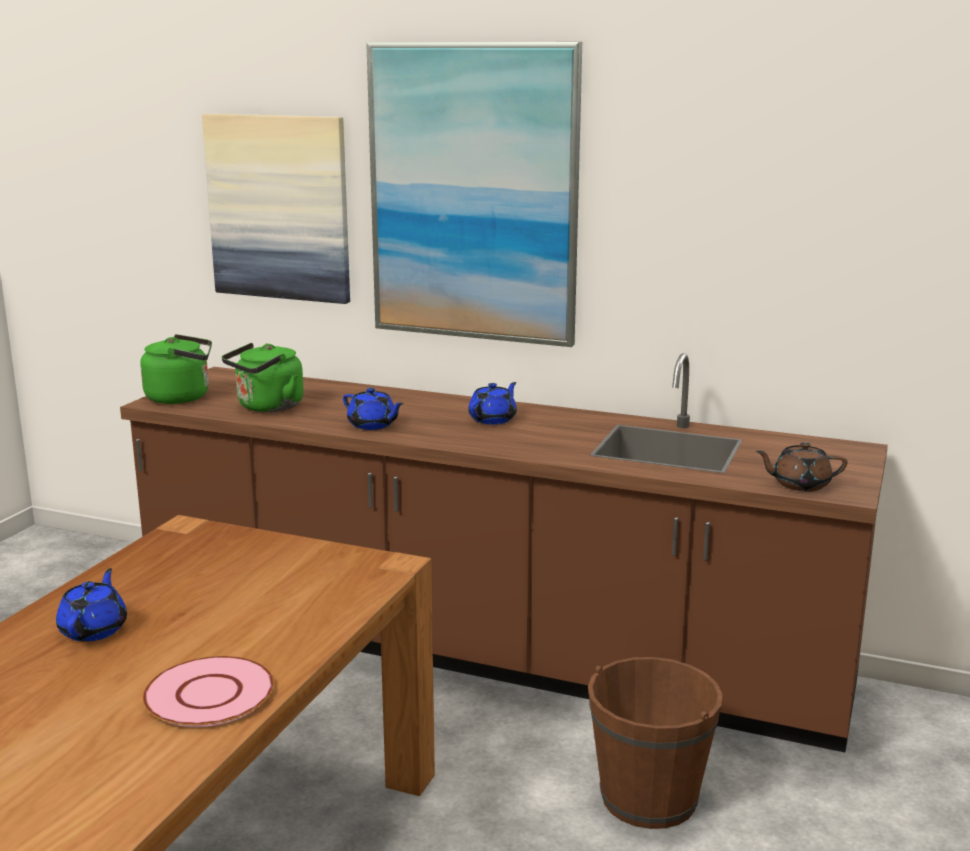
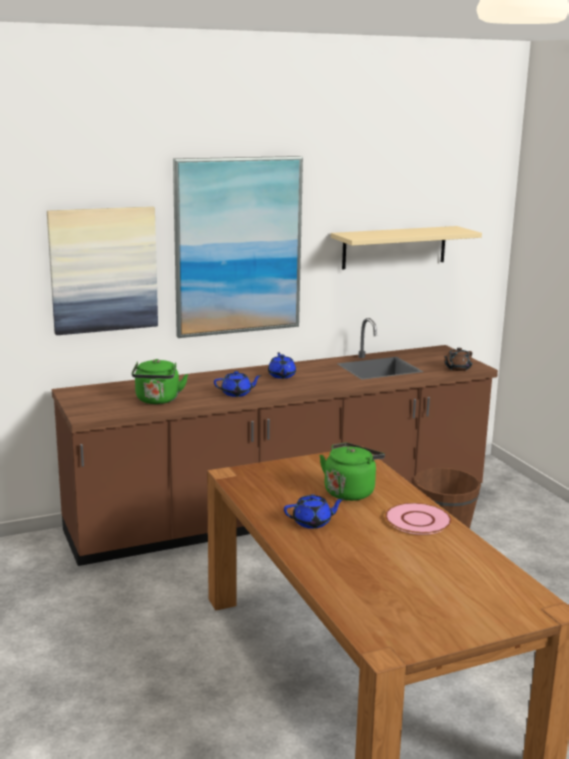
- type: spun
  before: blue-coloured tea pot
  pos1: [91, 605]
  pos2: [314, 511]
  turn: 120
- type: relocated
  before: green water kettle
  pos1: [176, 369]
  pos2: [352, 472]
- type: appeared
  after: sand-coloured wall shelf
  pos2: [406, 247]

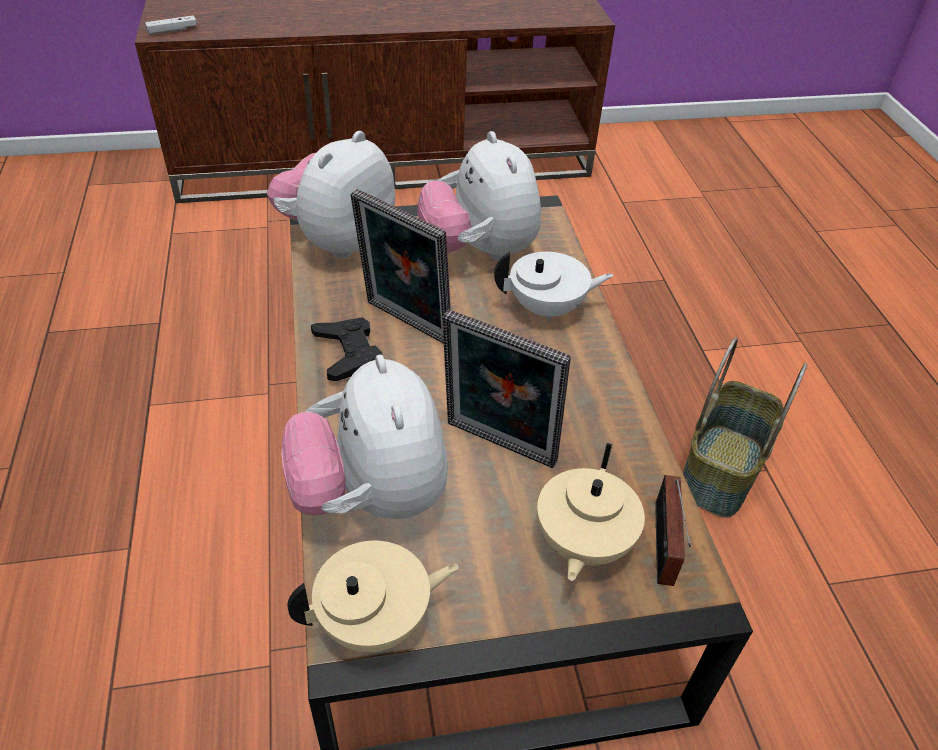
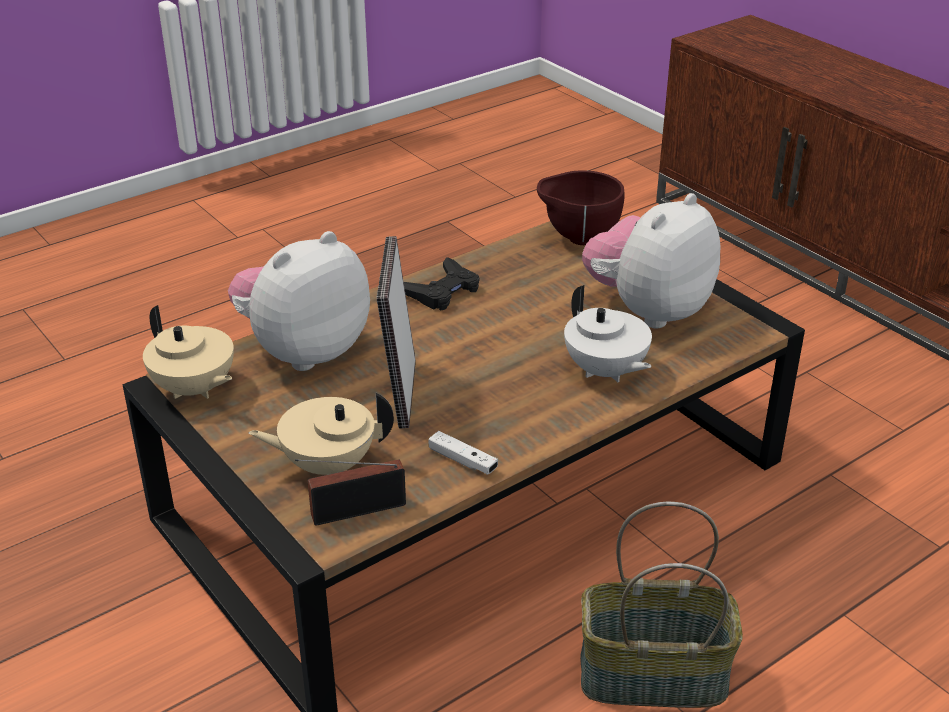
- type: relocated
  before: white gamepad
  pos1: [171, 25]
  pos2: [463, 453]
- type: exchanged
  before: cuddly toy
  after: brown-coloured bowl
  pos1: [331, 195]
  pos2: [581, 207]
- type: missing
  before: standing frame
  pos1: [400, 266]

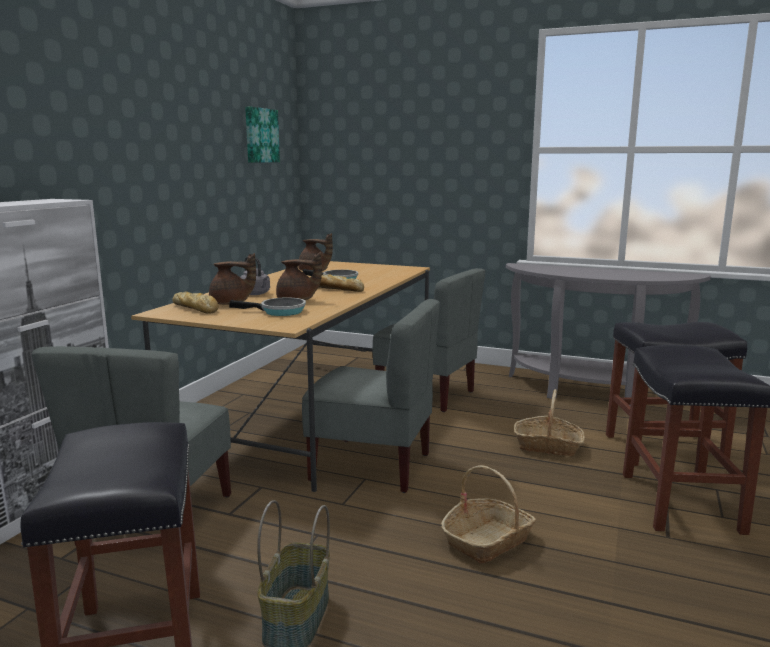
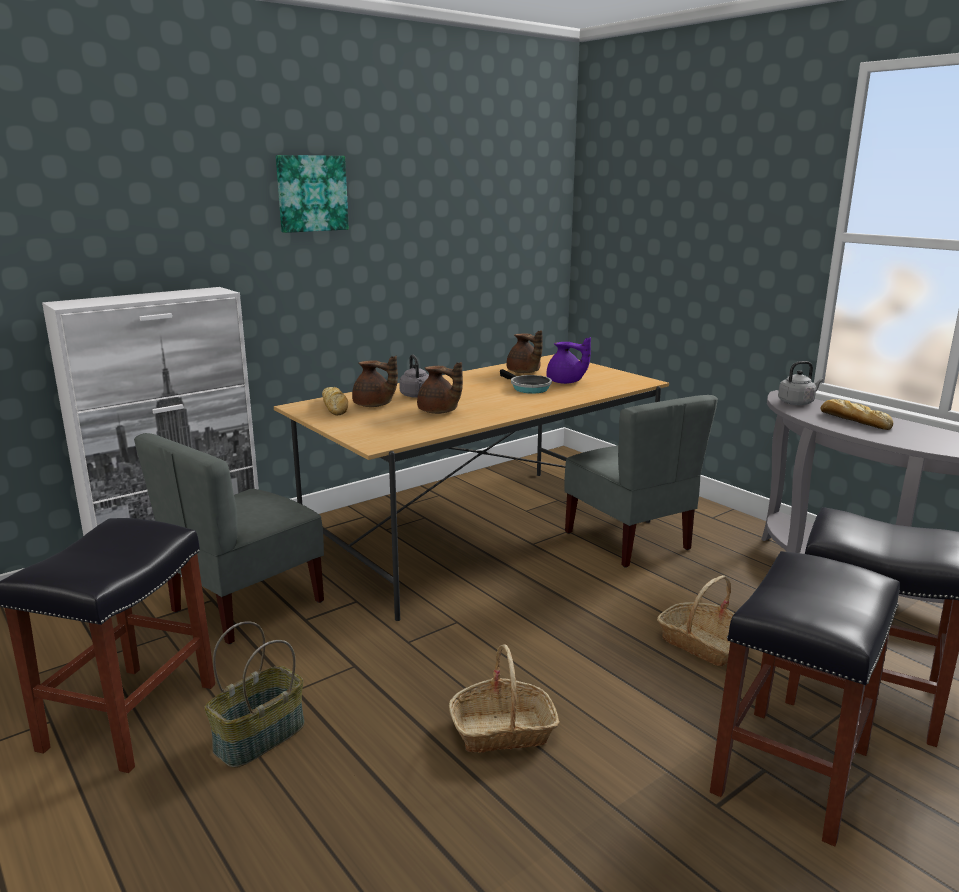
- type: missing
  before: pan
  pos1: [267, 307]
- type: relocated
  before: picture
  pos1: [262, 135]
  pos2: [312, 194]
- type: missing
  before: grey chair
  pos1: [371, 396]
- type: relocated
  before: bakery bread
  pos1: [341, 283]
  pos2: [856, 414]
- type: appeared
  after: purple tea pot
  pos2: [568, 360]
- type: appeared
  after: grey water kettle
  pos2: [801, 383]

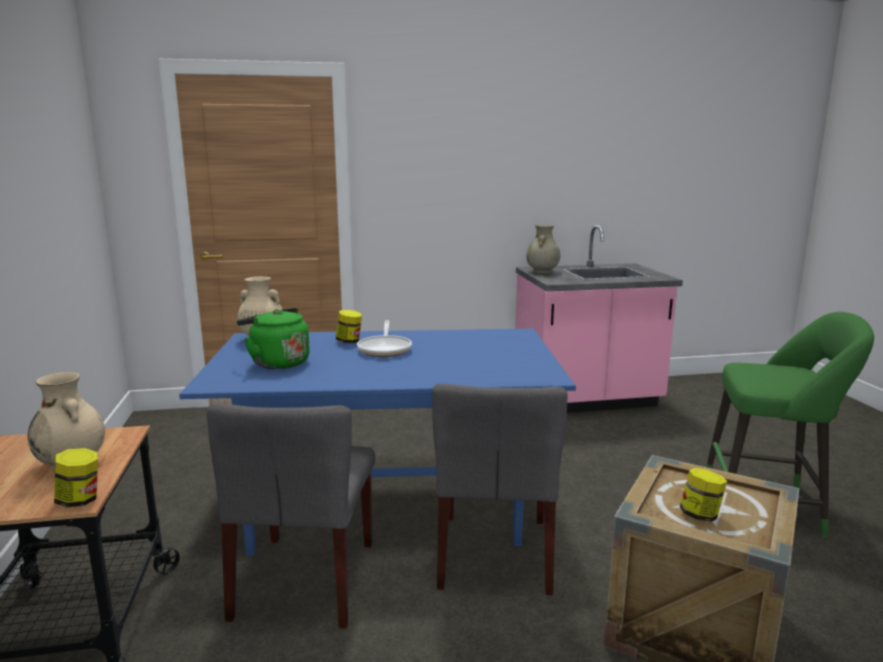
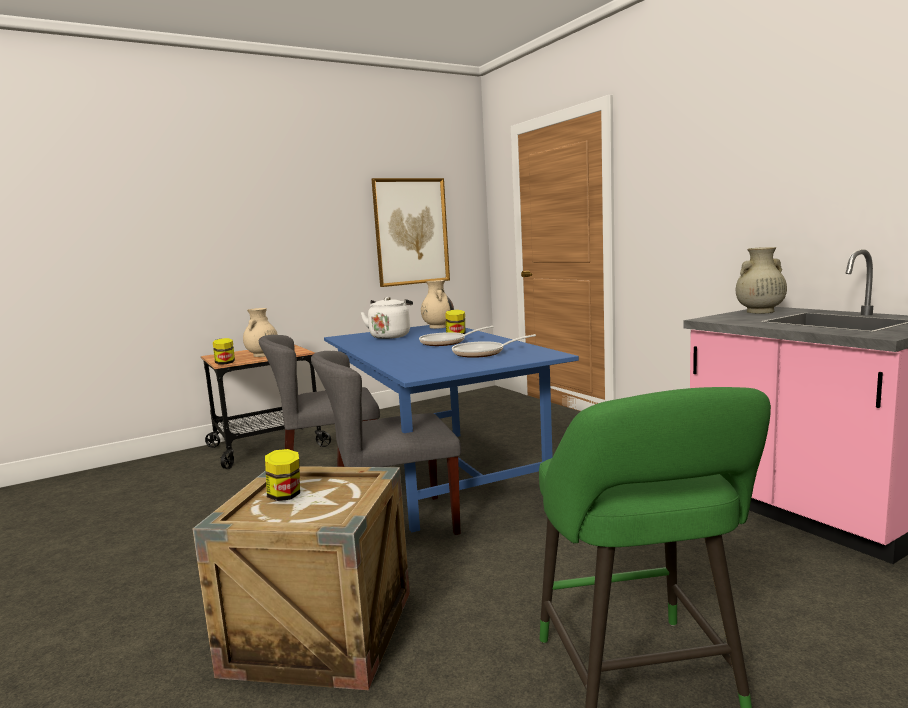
- type: colour
  before: green water kettle
  after: white water kettle
  pos1: [273, 338]
  pos2: [386, 318]
- type: appeared
  after: picture
  pos2: [411, 232]
- type: appeared
  after: pan
  pos2: [494, 346]

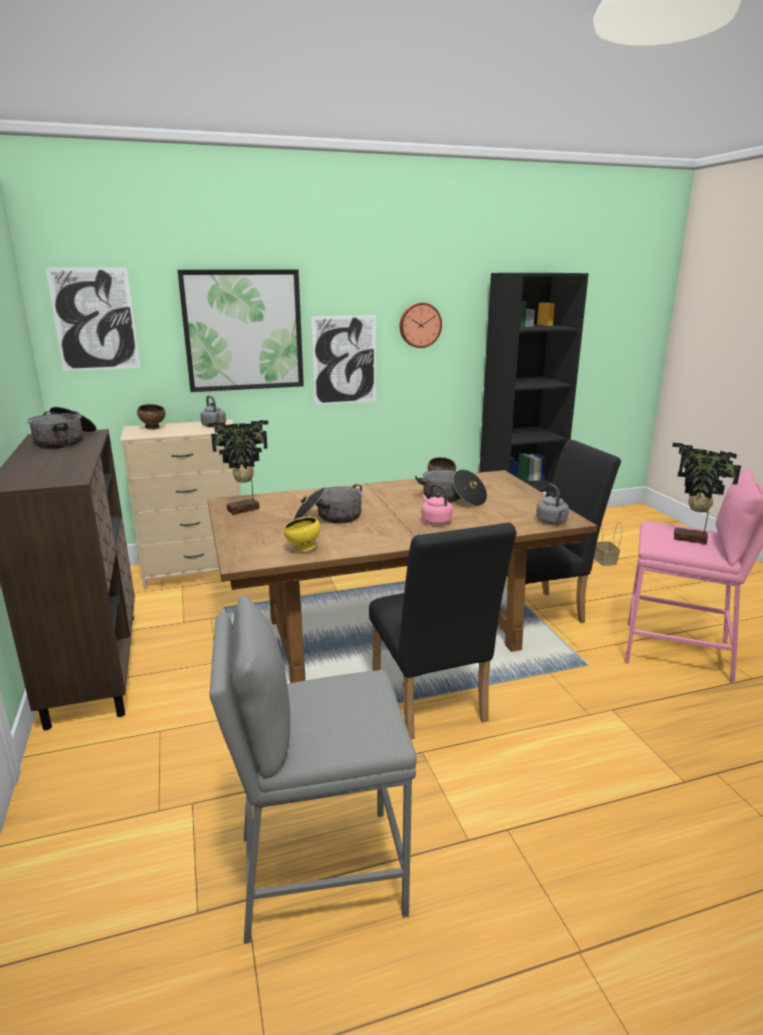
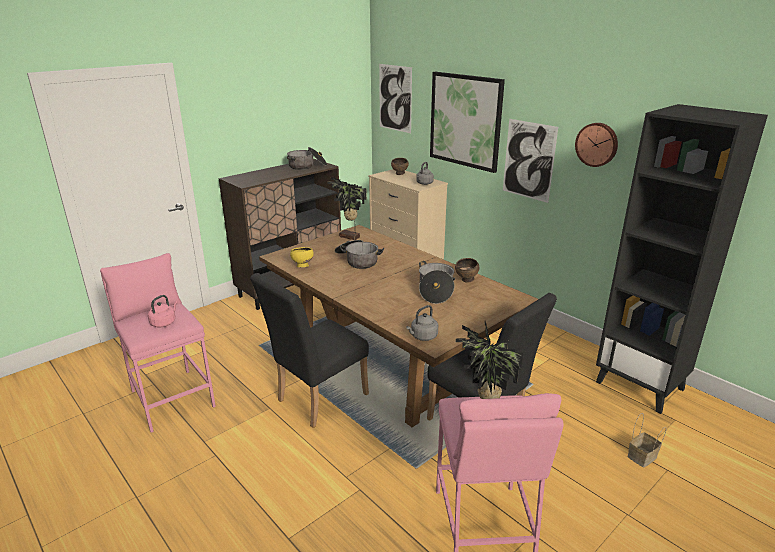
- type: colour
  before: grey stool
  after: pink stool
  pos1: [313, 769]
  pos2: [158, 342]
- type: relocated
  before: pink water kettle
  pos1: [437, 504]
  pos2: [163, 311]

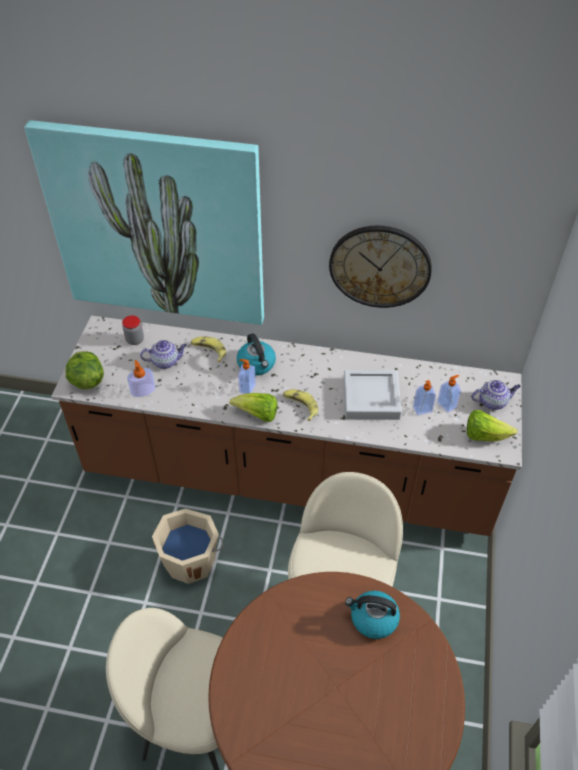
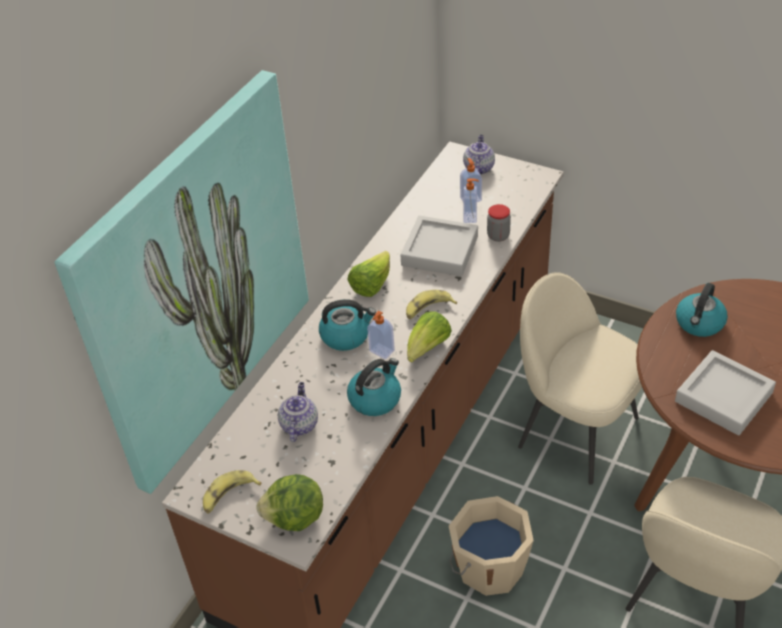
- type: relocated
  before: storage jar
  pos1: [133, 330]
  pos2: [499, 223]
- type: missing
  before: liquid soap bottle
  pos1: [141, 378]
- type: relocated
  before: banana
  pos1: [208, 349]
  pos2: [232, 492]
- type: missing
  before: clock on the wall
  pos1: [380, 266]
- type: relocated
  before: lettuce
  pos1: [492, 425]
  pos2: [369, 274]
- type: appeared
  after: water kettle
  pos2: [374, 387]
- type: appeared
  after: grey serving tray
  pos2: [725, 393]

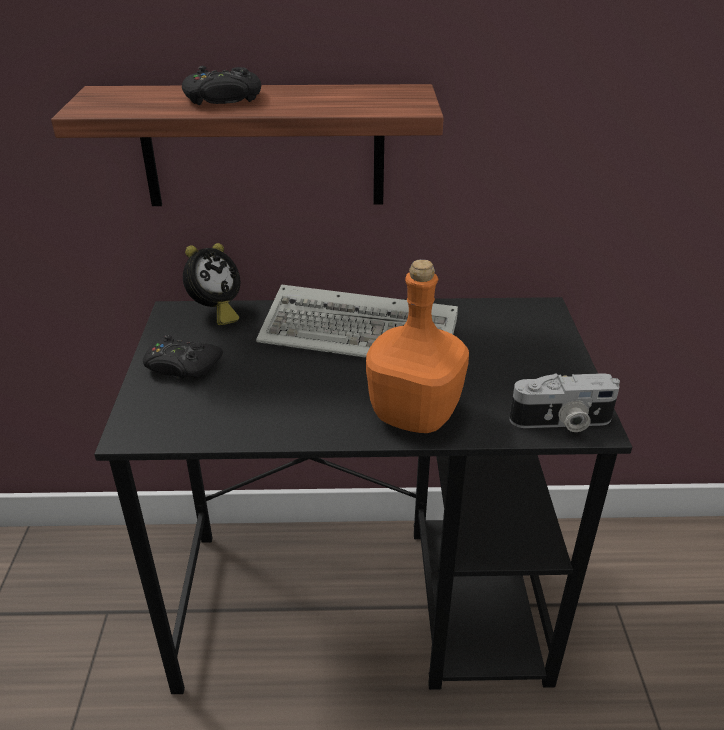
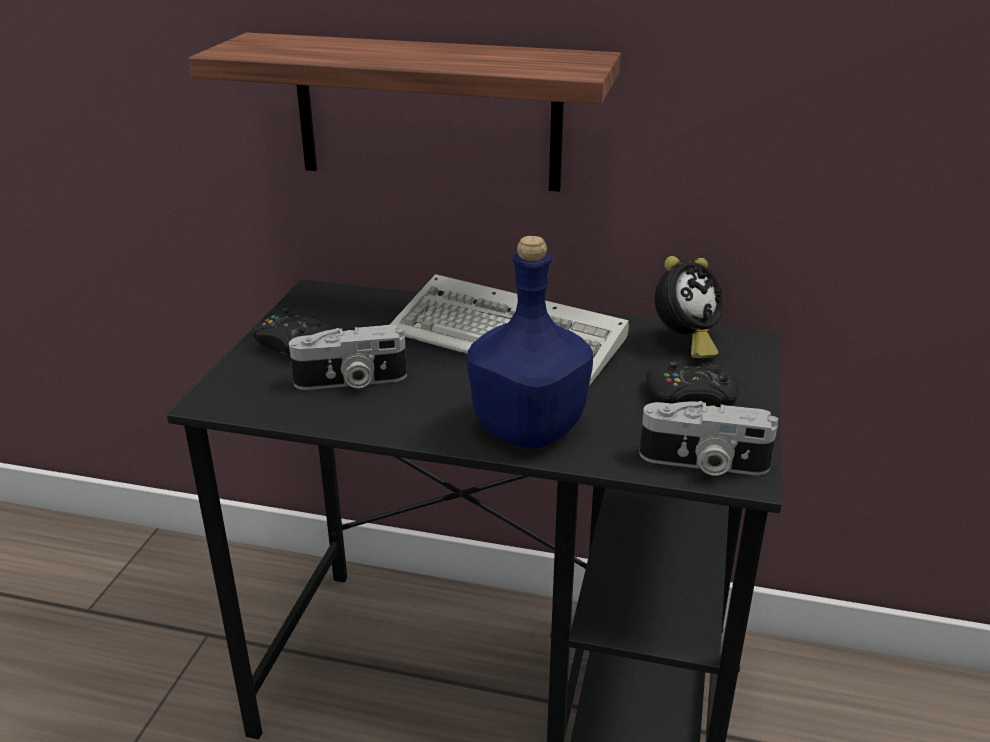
- type: relocated
  before: black gamepad
  pos1: [221, 85]
  pos2: [692, 384]
- type: relocated
  before: bedside clock
  pos1: [211, 284]
  pos2: [688, 307]
- type: colour
  before: orange drink bottle
  after: blue-coloured drink bottle
  pos1: [417, 346]
  pos2: [530, 342]
- type: appeared
  after: photo camera
  pos2: [348, 357]

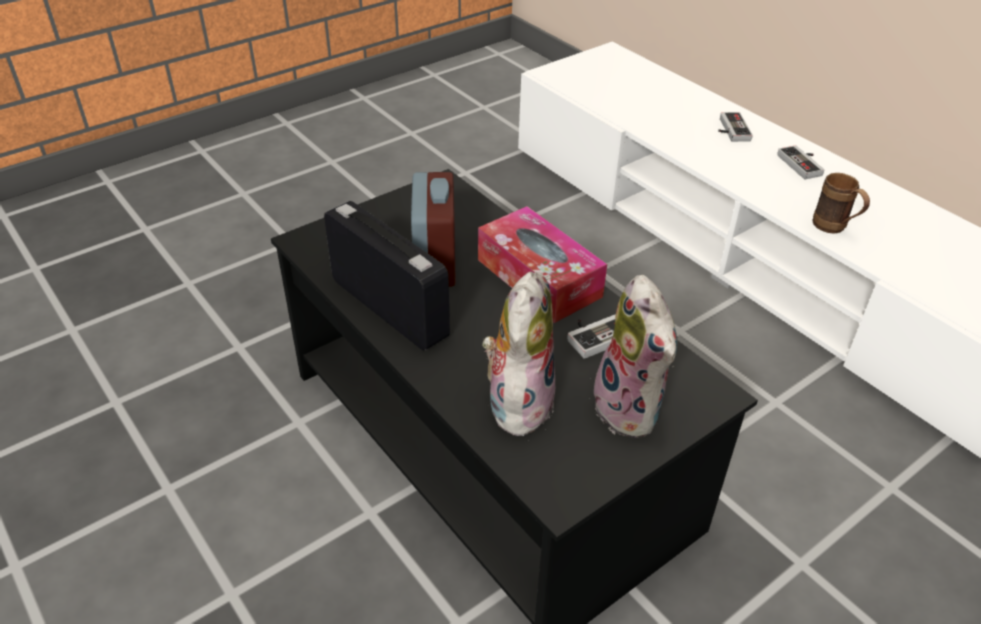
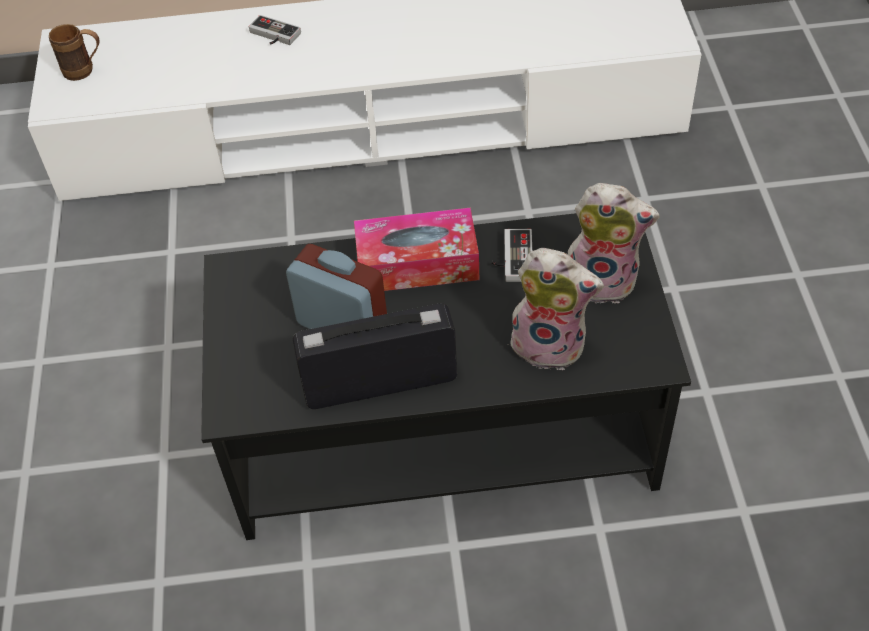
- type: spun
  before: cuddly toy
  pos1: [518, 355]
  pos2: [557, 309]
  turn: 150
- type: missing
  before: gamepad
  pos1: [801, 162]
- type: relocated
  before: brown-coloured coffee mug
  pos1: [841, 203]
  pos2: [74, 52]

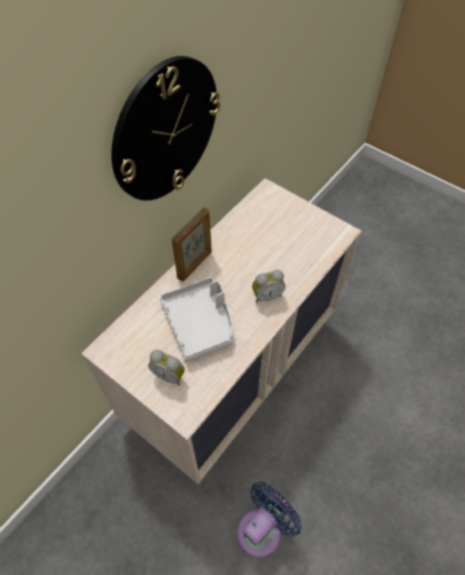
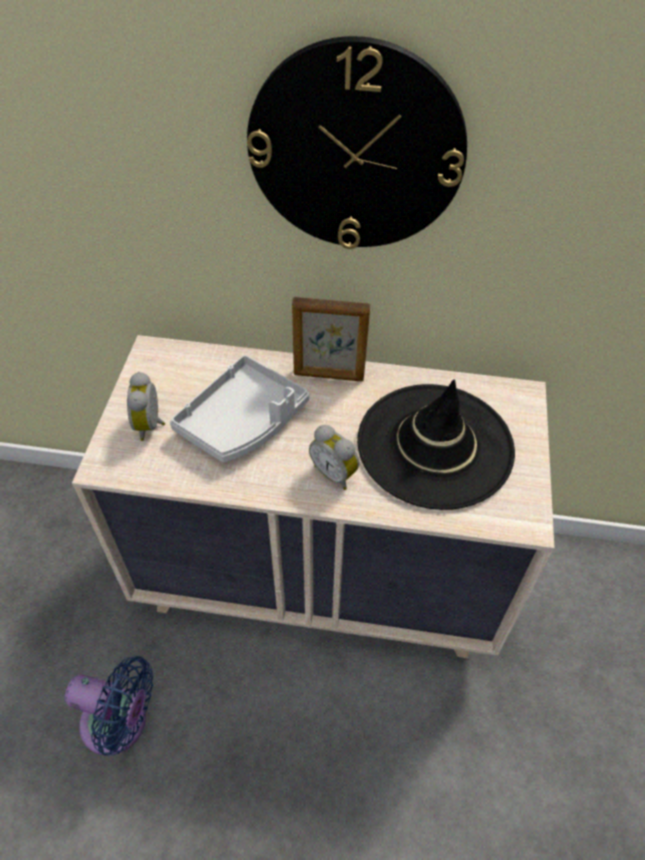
- type: appeared
  after: black hat
  pos2: [436, 445]

